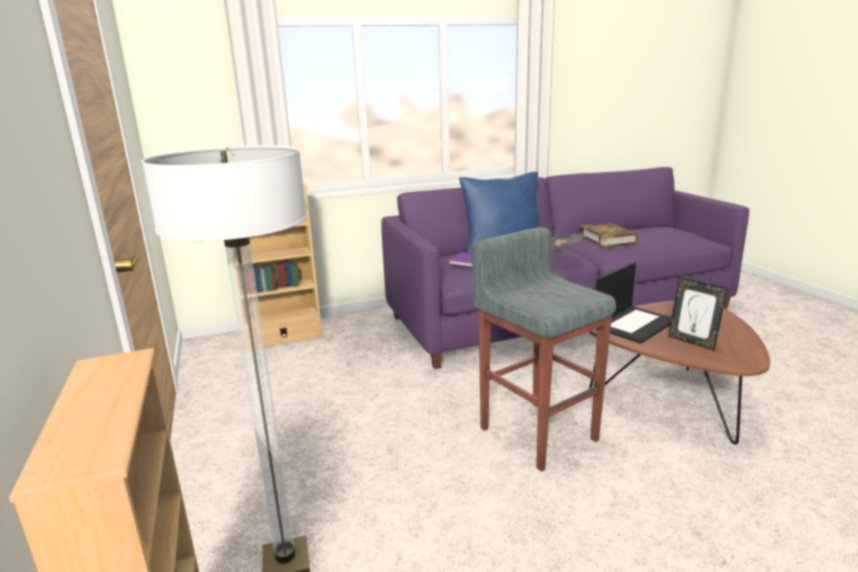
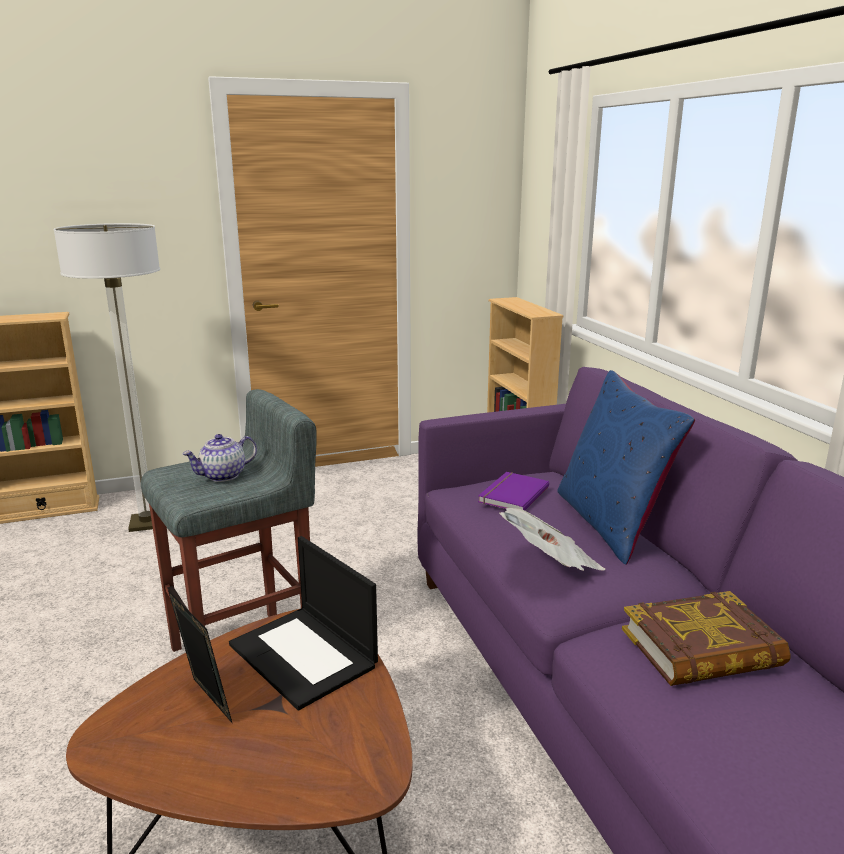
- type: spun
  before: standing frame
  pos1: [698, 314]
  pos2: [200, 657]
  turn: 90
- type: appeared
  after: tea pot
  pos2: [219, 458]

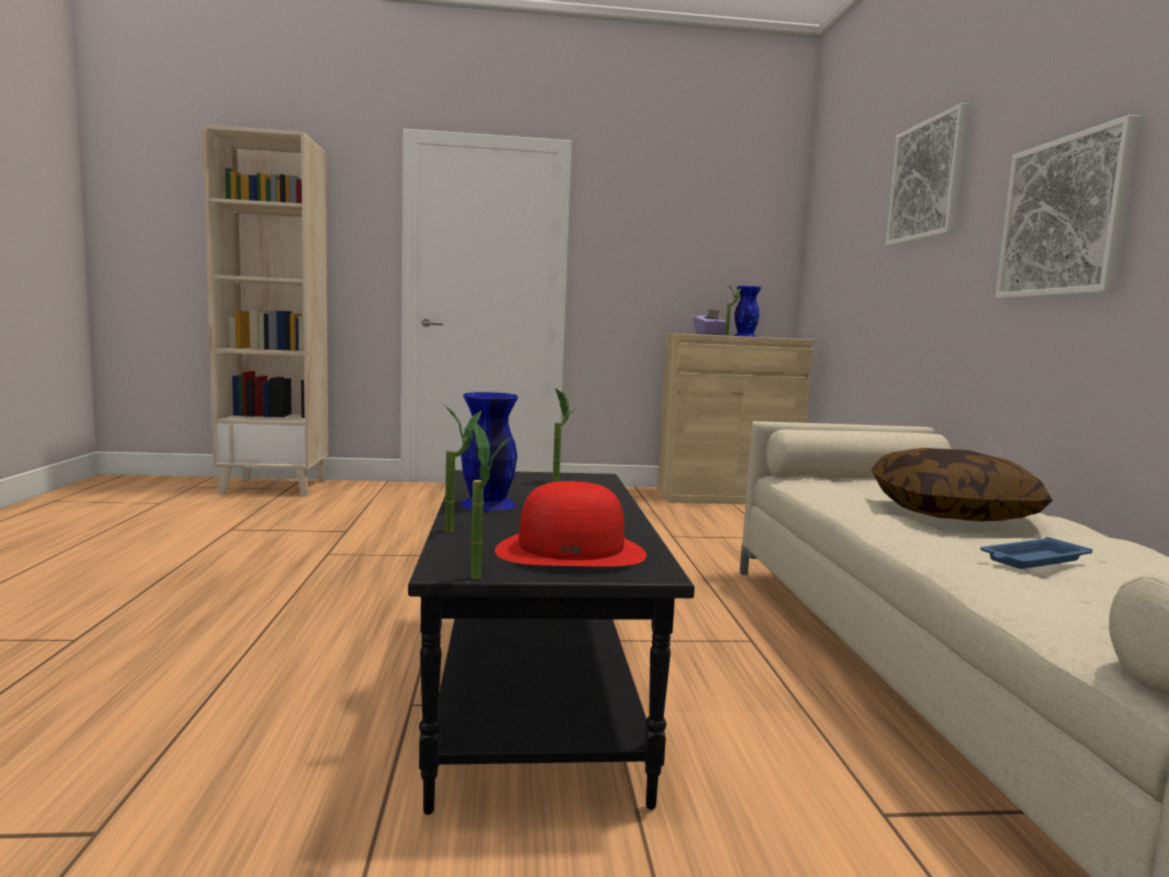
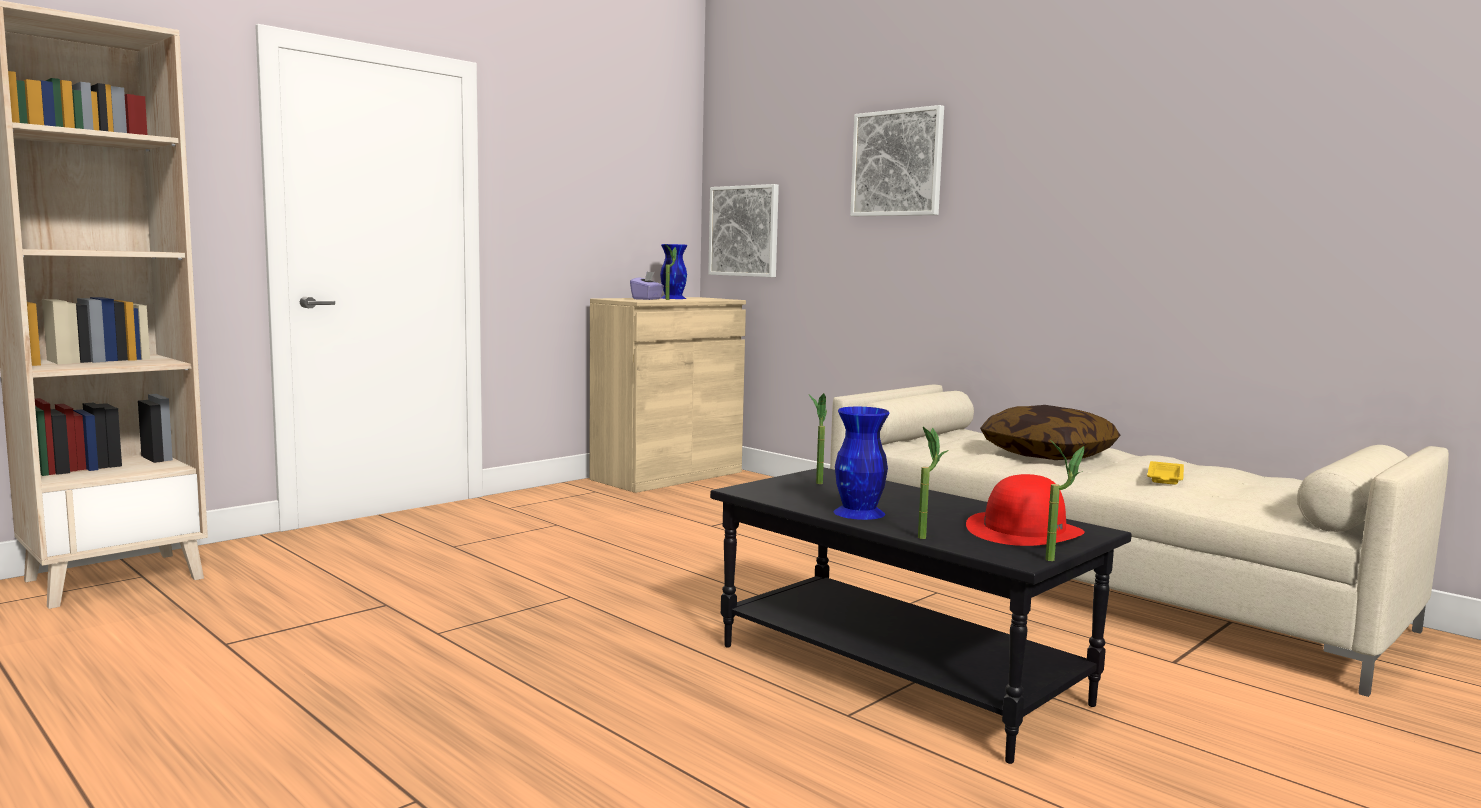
- type: colour
  before: blue-coloured serving tray
  after: yellowish serving tray
  pos1: [1036, 553]
  pos2: [1165, 473]
- type: relocated
  before: picture
  pos1: [1067, 206]
  pos2: [743, 230]

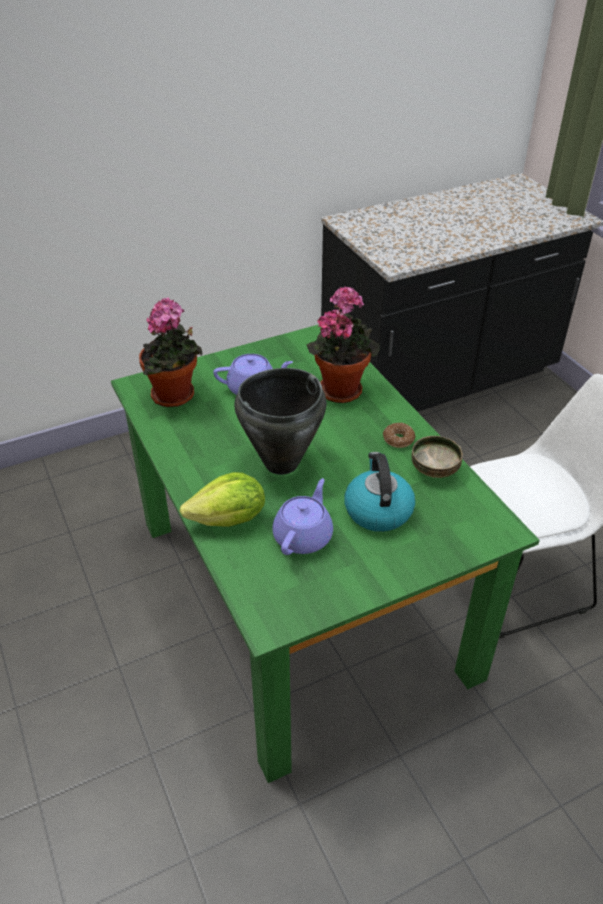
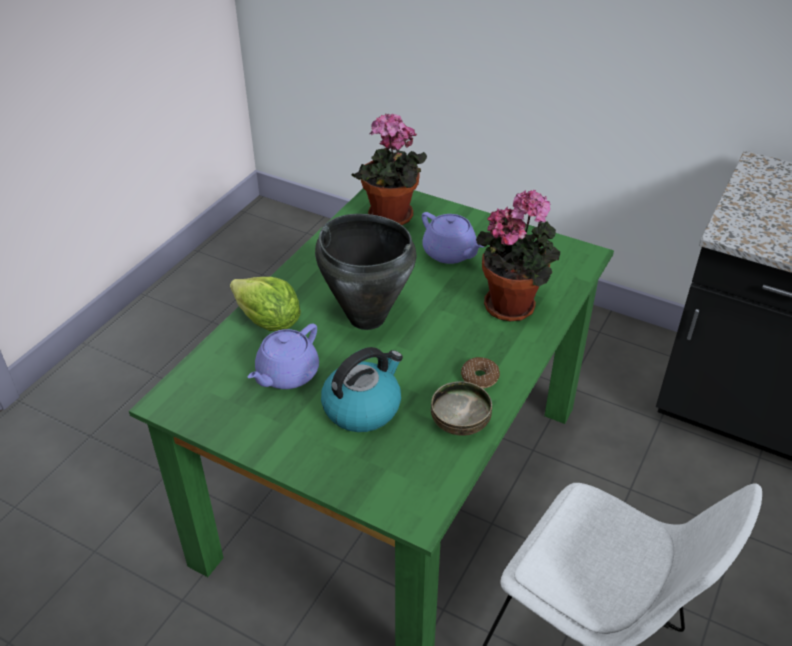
- type: spun
  before: purple tea pot
  pos1: [302, 516]
  pos2: [283, 356]
  turn: 135

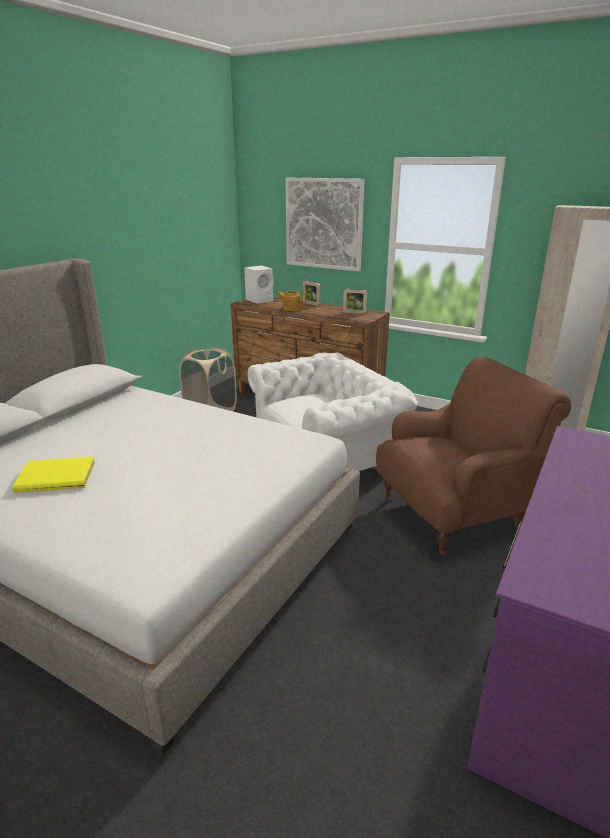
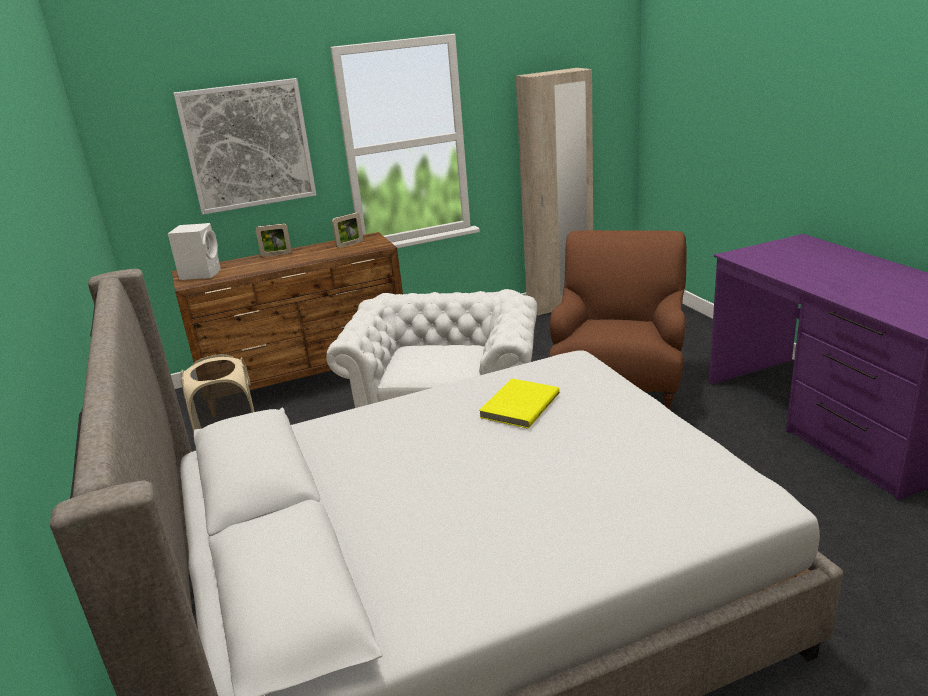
- type: relocated
  before: yellowish volume
  pos1: [53, 475]
  pos2: [519, 403]
- type: missing
  before: tea pot
  pos1: [291, 301]

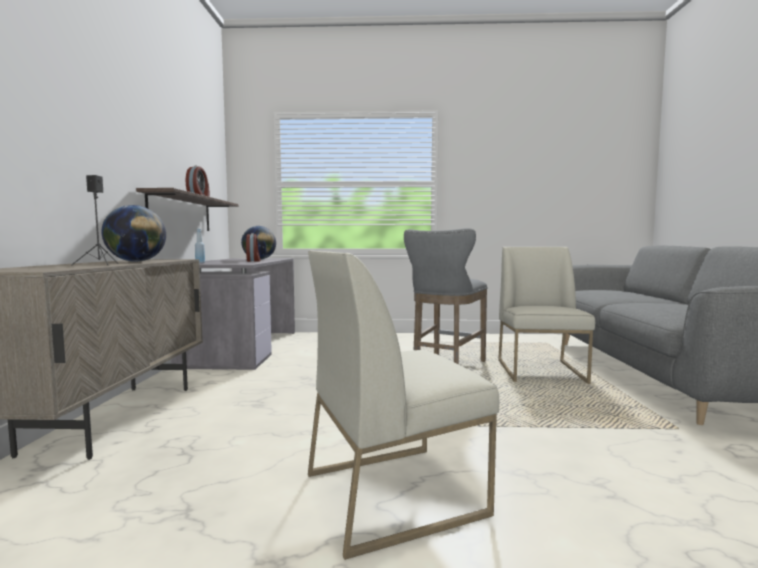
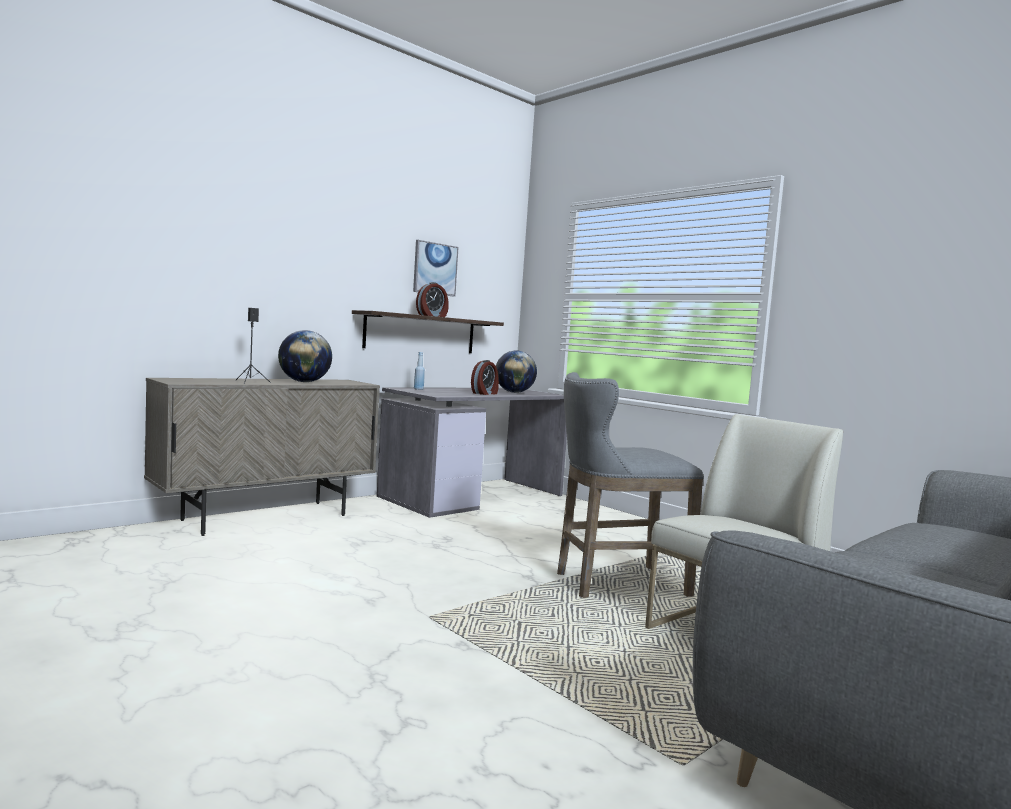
- type: missing
  before: white chair
  pos1: [403, 405]
- type: appeared
  after: picture
  pos2: [436, 268]

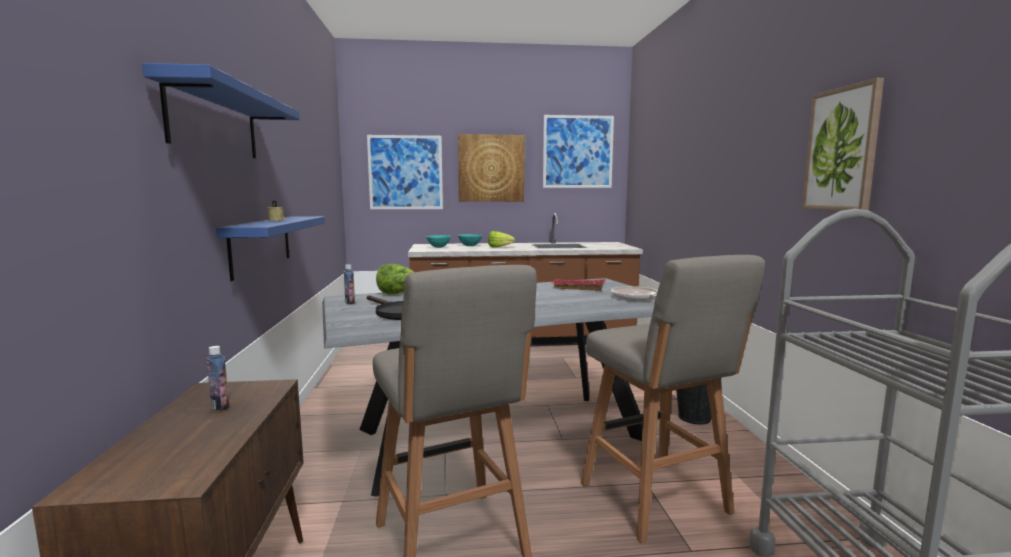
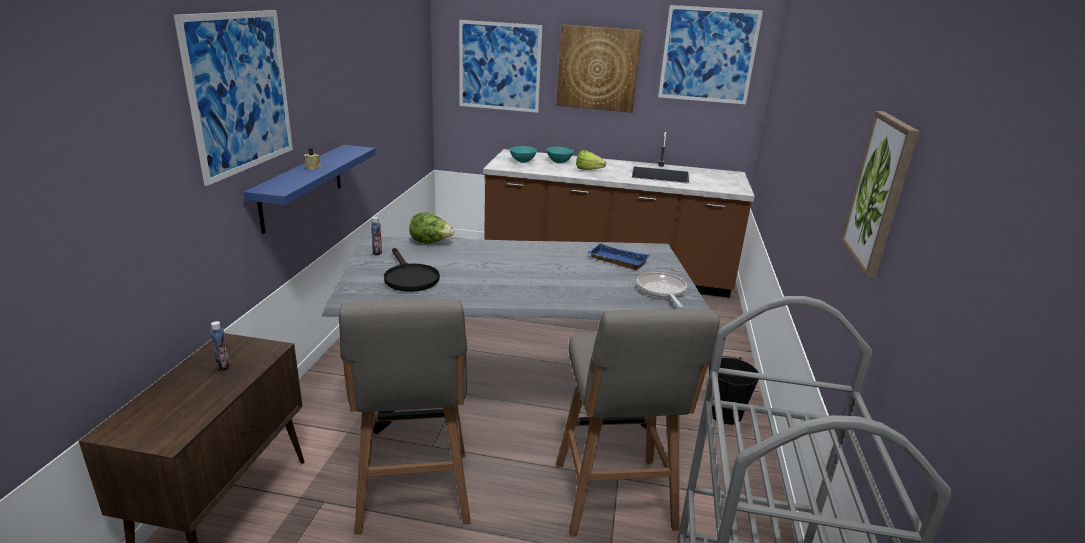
- type: exchanged
  before: blue-coloured wall shelf
  after: picture
  pos1: [221, 110]
  pos2: [233, 98]
- type: colour
  before: red-coloured serving tray
  after: blue-coloured serving tray
  pos1: [578, 284]
  pos2: [619, 256]

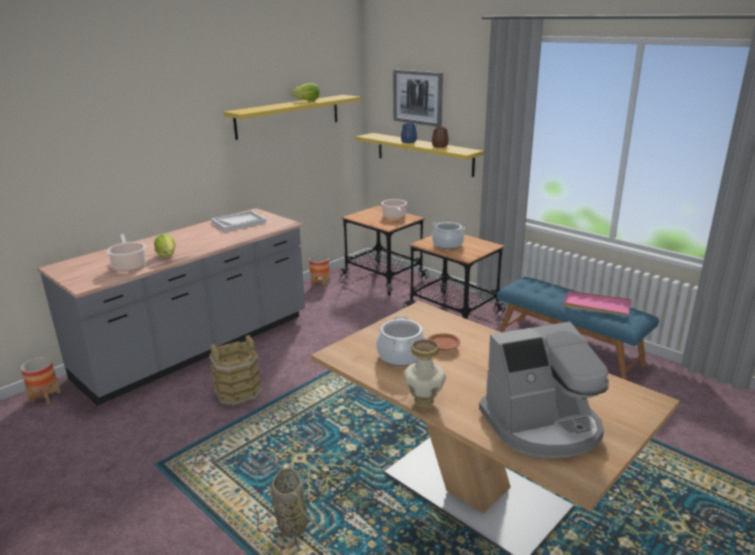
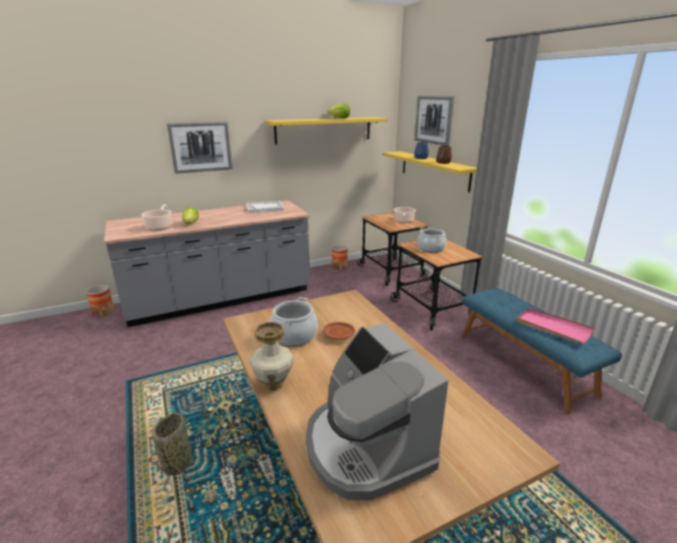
- type: missing
  before: brown-coloured water bucket
  pos1: [235, 370]
- type: spun
  before: coffee maker
  pos1: [544, 390]
  pos2: [377, 411]
  turn: 60
- type: appeared
  after: picture
  pos2: [199, 148]

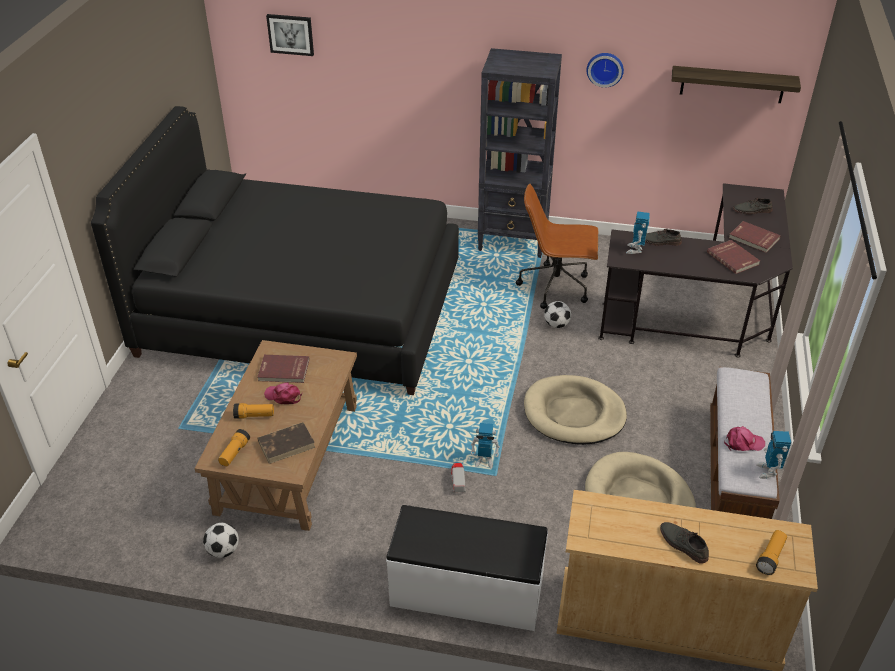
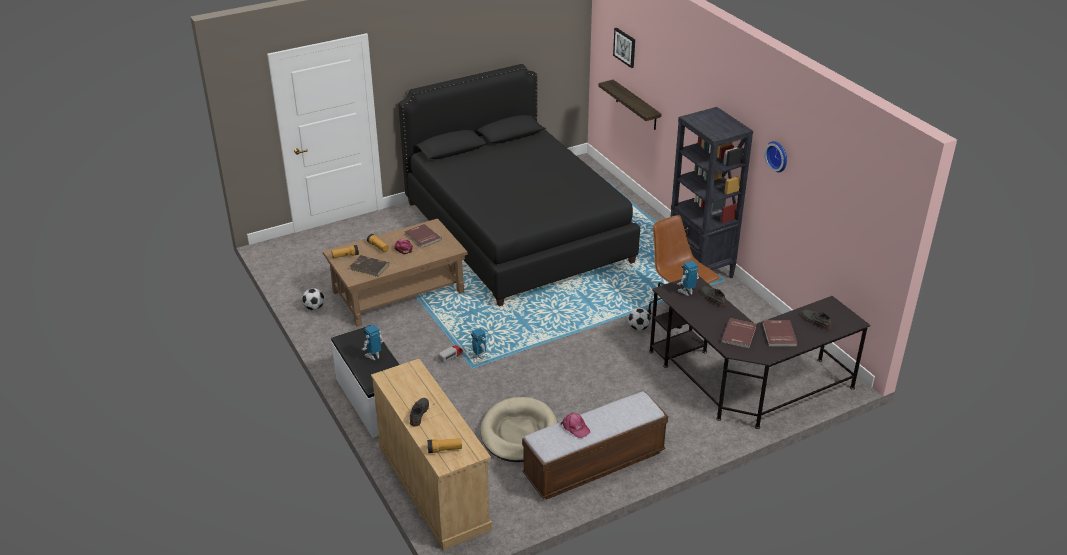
- type: missing
  before: sand-coloured pet bed
  pos1: [575, 410]
- type: relocated
  before: wall shelf
  pos1: [736, 84]
  pos2: [629, 105]
- type: relocated
  before: model robot
  pos1: [773, 455]
  pos2: [373, 342]

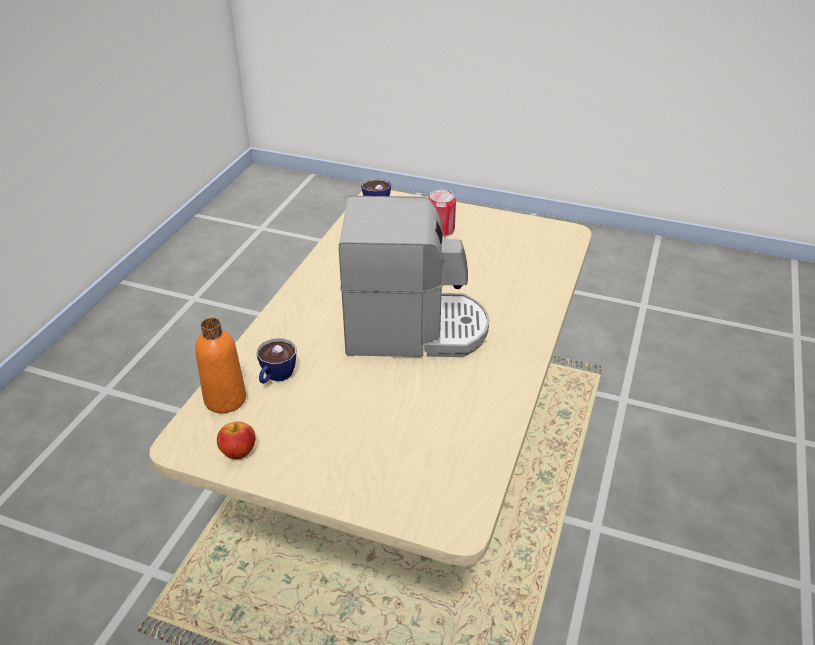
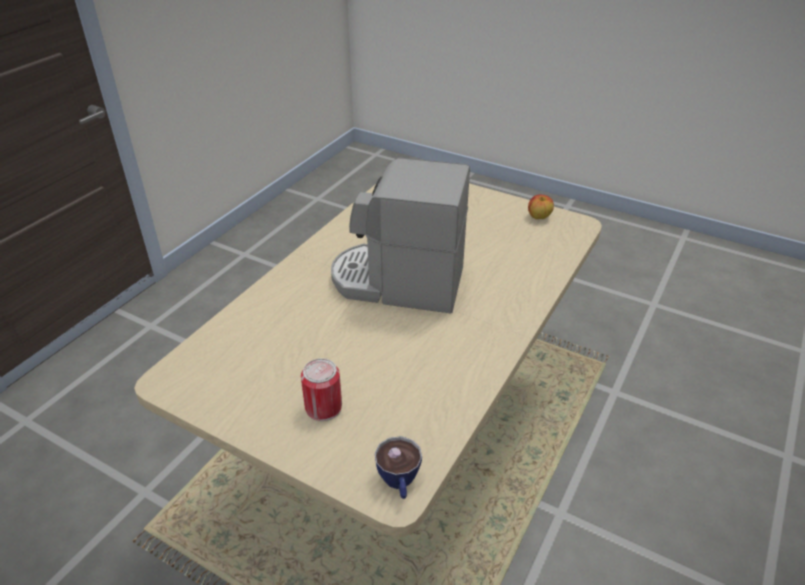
- type: missing
  before: orange drink bottle
  pos1: [220, 365]
- type: missing
  before: cup
  pos1: [276, 361]

